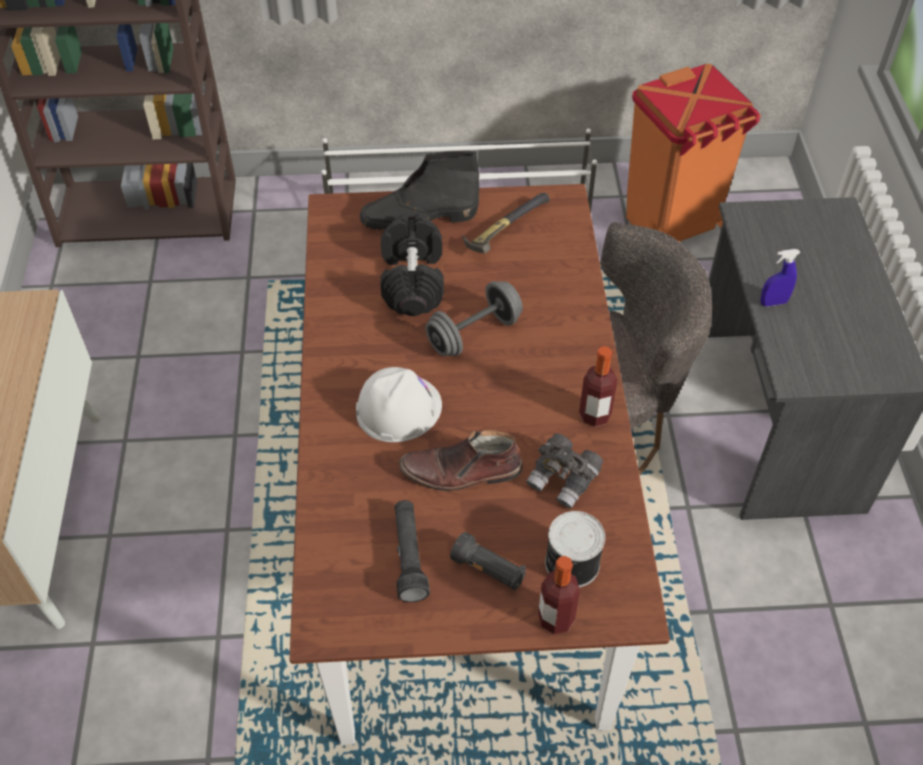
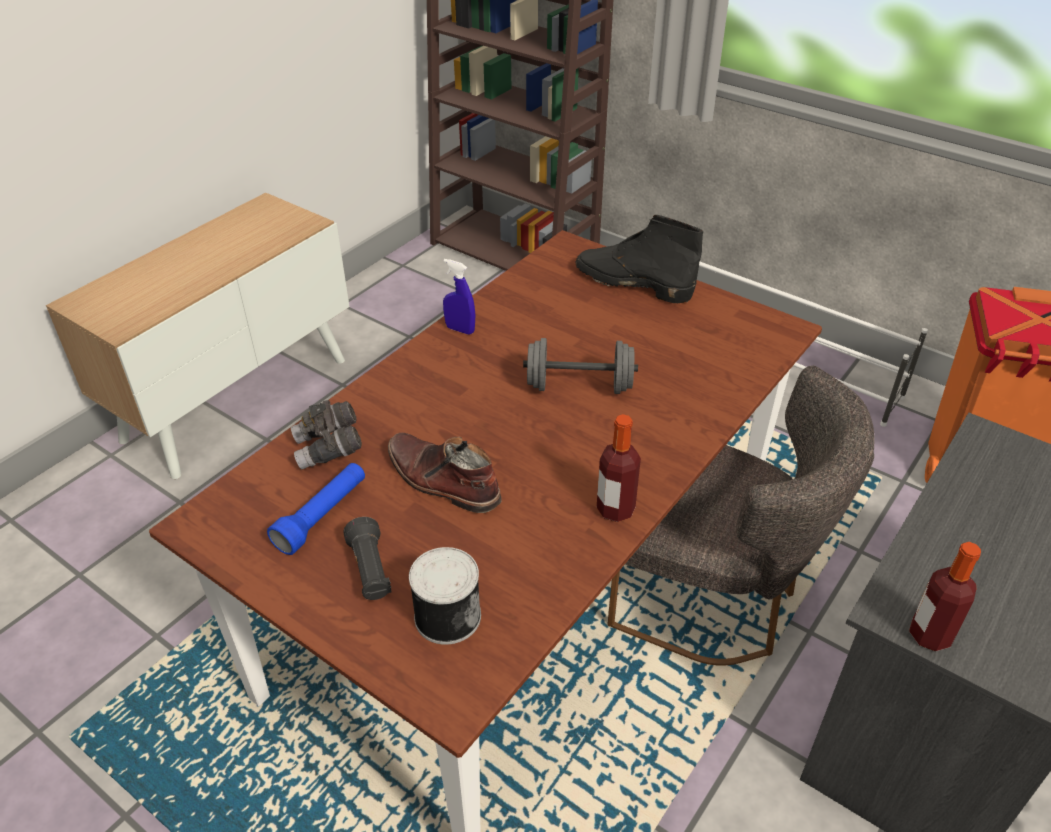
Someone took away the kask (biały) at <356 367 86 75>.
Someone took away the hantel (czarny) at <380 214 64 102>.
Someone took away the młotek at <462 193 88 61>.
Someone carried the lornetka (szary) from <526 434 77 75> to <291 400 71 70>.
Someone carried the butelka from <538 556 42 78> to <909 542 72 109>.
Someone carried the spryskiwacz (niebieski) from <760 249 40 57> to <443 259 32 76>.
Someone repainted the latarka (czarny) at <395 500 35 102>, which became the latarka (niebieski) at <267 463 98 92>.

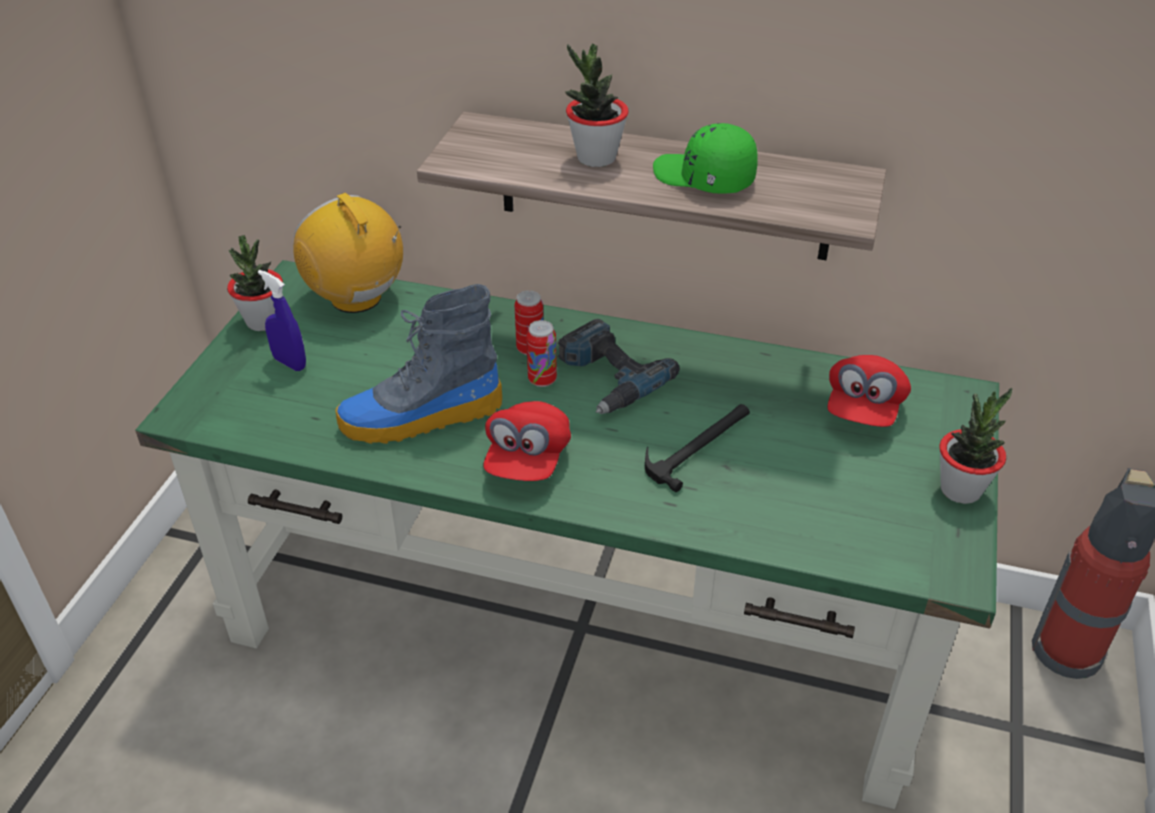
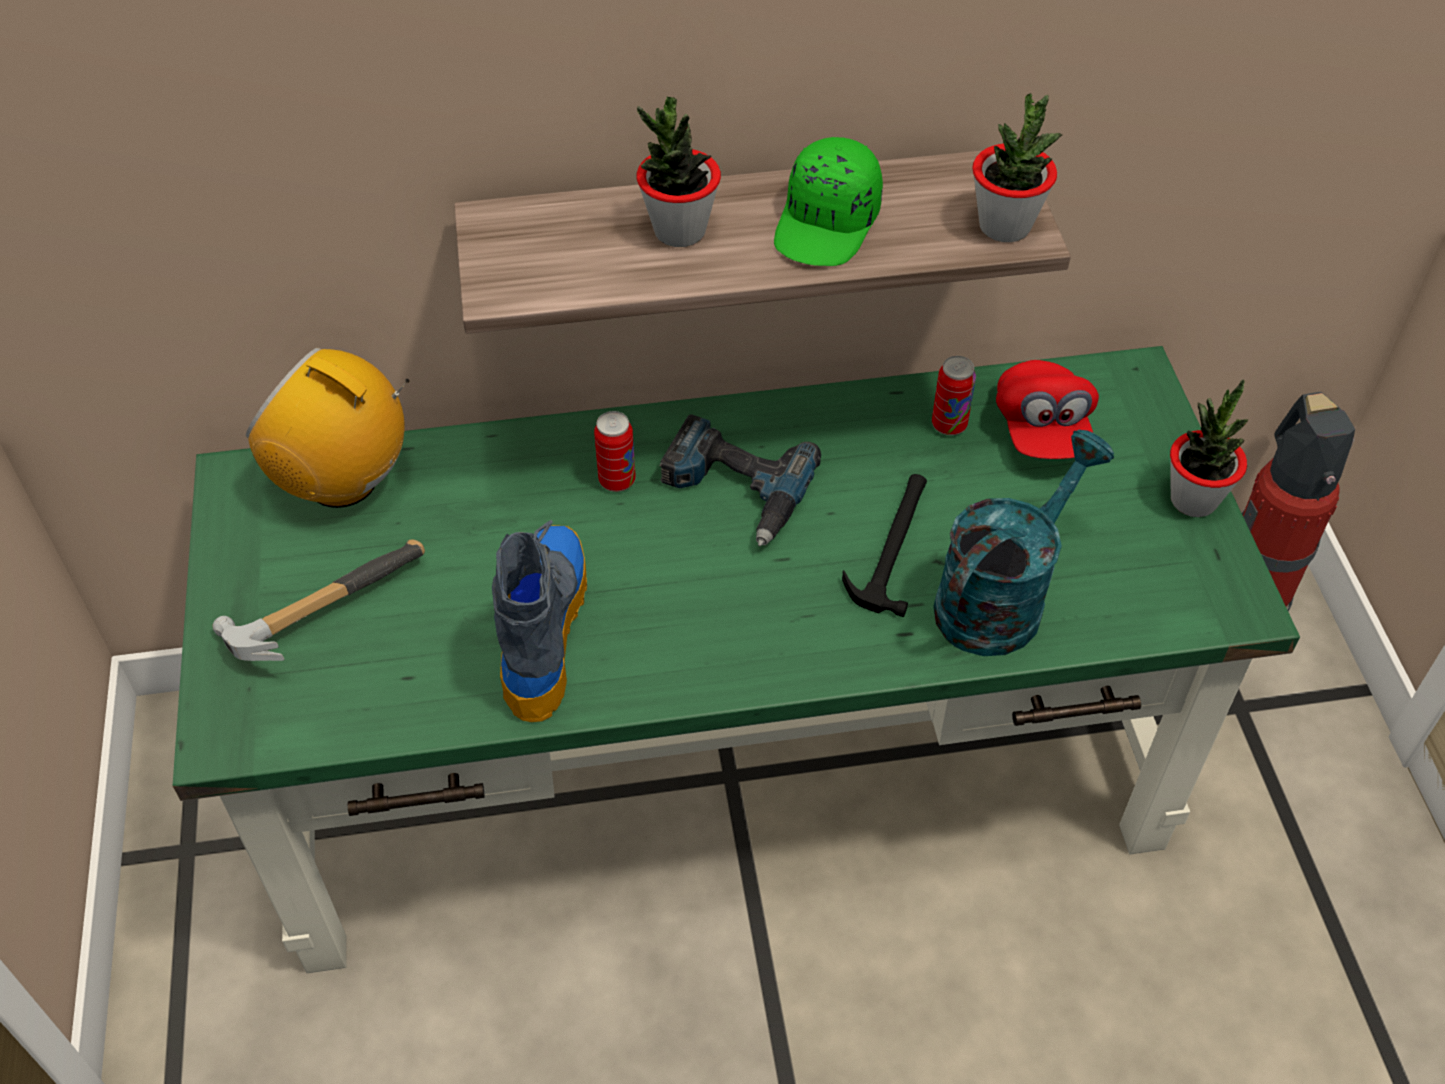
Someone took away the czapka z daszkiem (czerwony) at <483 401 88 80>.
Someone put down the konewka (turkusowy) at <933 430 181 226>.
Someone carried the roślina doniczkowa from <227 235 56 96> to <972 93 91 149>.
Someone carried the puszka from <526 320 31 67> to <932 356 44 79>.
Someone swapped the spryskiwacz (niebieski) at <258 270 48 101> for the młotek at <213 539 212 122>.
Someone rotated the but z cholewką at <335 284 167 160> by 135 degrees clockwise.
Someone rotated the czapka z daszkiem (zielony) at <653 123 105 71> by 75 degrees counterclockwise.

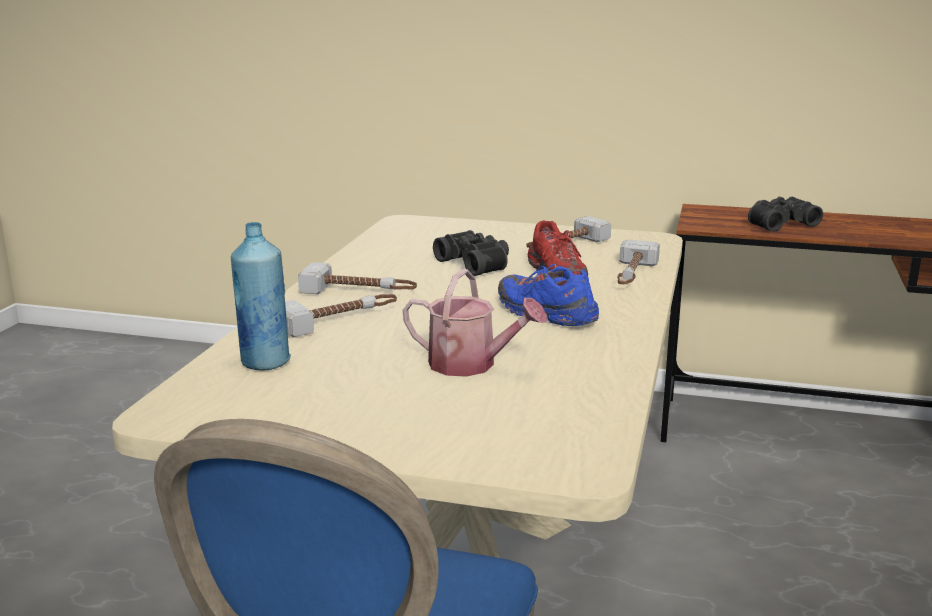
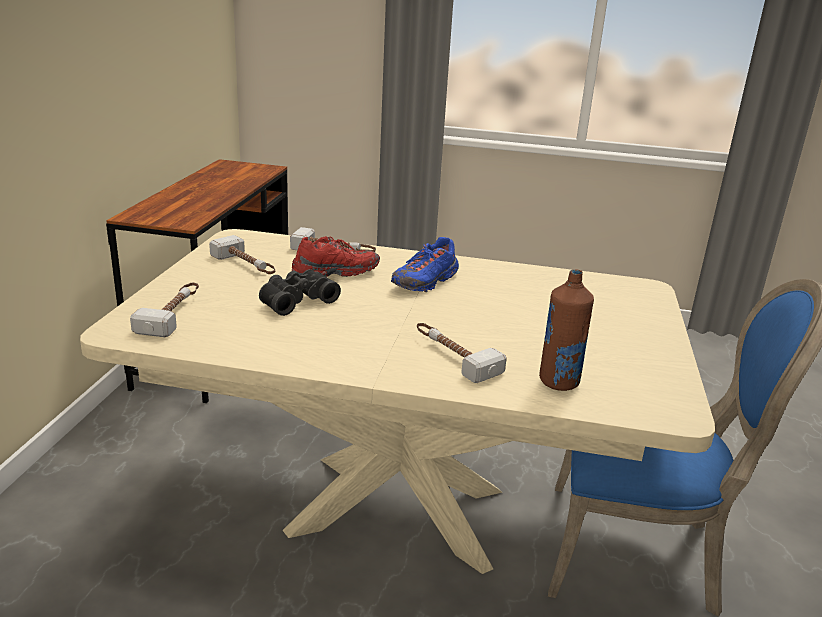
Someone took away the konewka at <403 269 144 108>.
Someone took away the lornetka (czarny) at <748 197 75 35>.
Someone carried the młotek from <298 262 119 32> to <130 282 69 55>.
Someone repainted the butelka (niebieski) at <231 222 60 149>, which became the butelka (brązowy) at <539 269 55 122>.

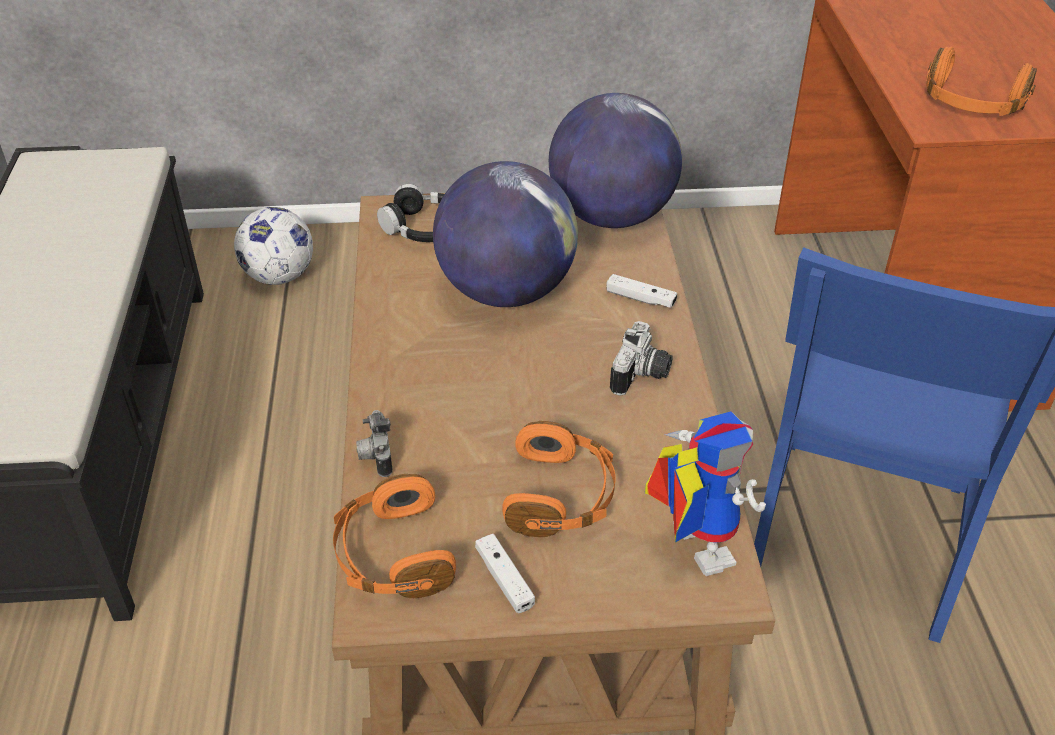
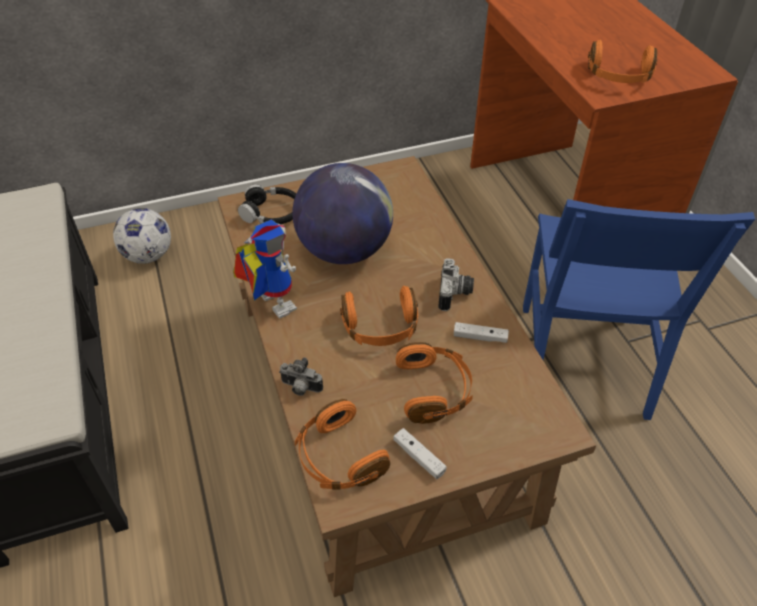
Someone took away the globus at <549 93 133 135>.
Someone put down the słuchawki (pomarańczowy) at <340 286 78 60>.
Someone carried the pad do gier (biały) from <606 274 71 34> to <454 322 55 21>.
Someone carried the robot zabawkowy from <645 411 121 165> to <233 219 64 99>.
Someone rotated the aparat fotograficzny at <356 410 37 67> by 45 degrees counterclockwise.

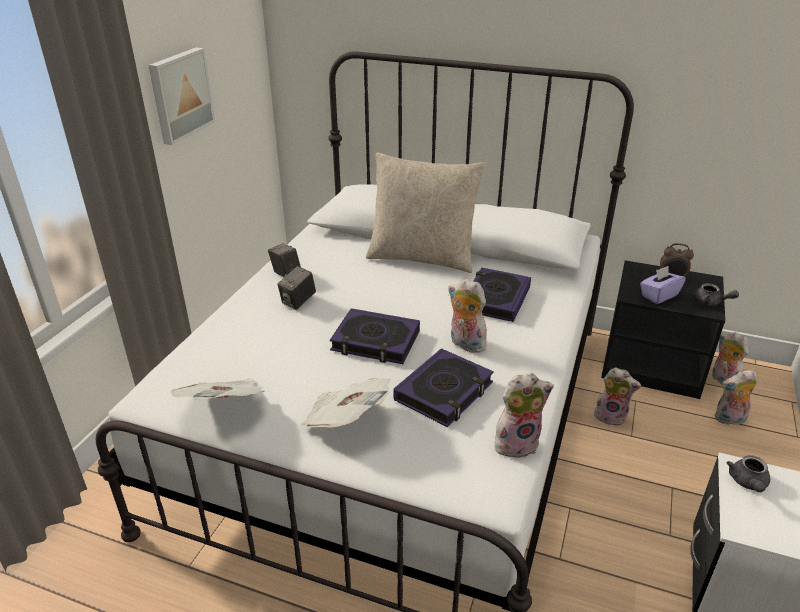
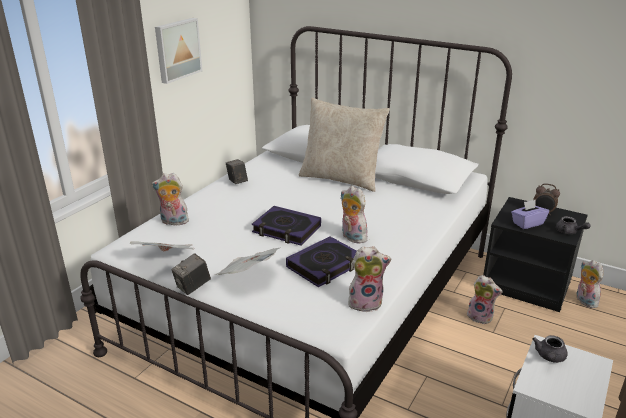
Someone took away the książka at <473 268 58 54>.
Someone carried the aparat fotograficzny from <278 266 38 44> to <171 253 40 42>.
Someone carried the pluszak from <715 370 42 57> to <151 173 38 52>.

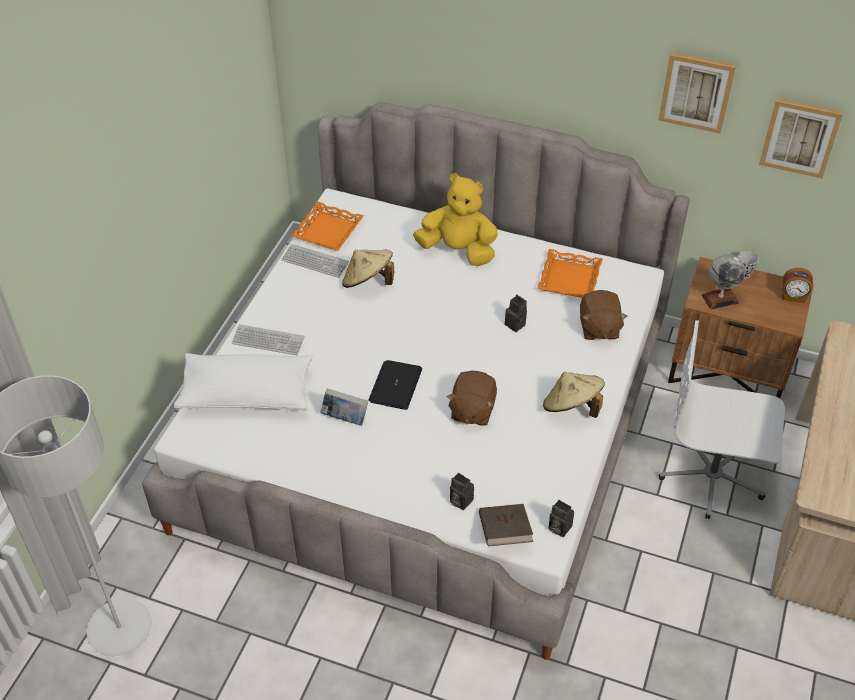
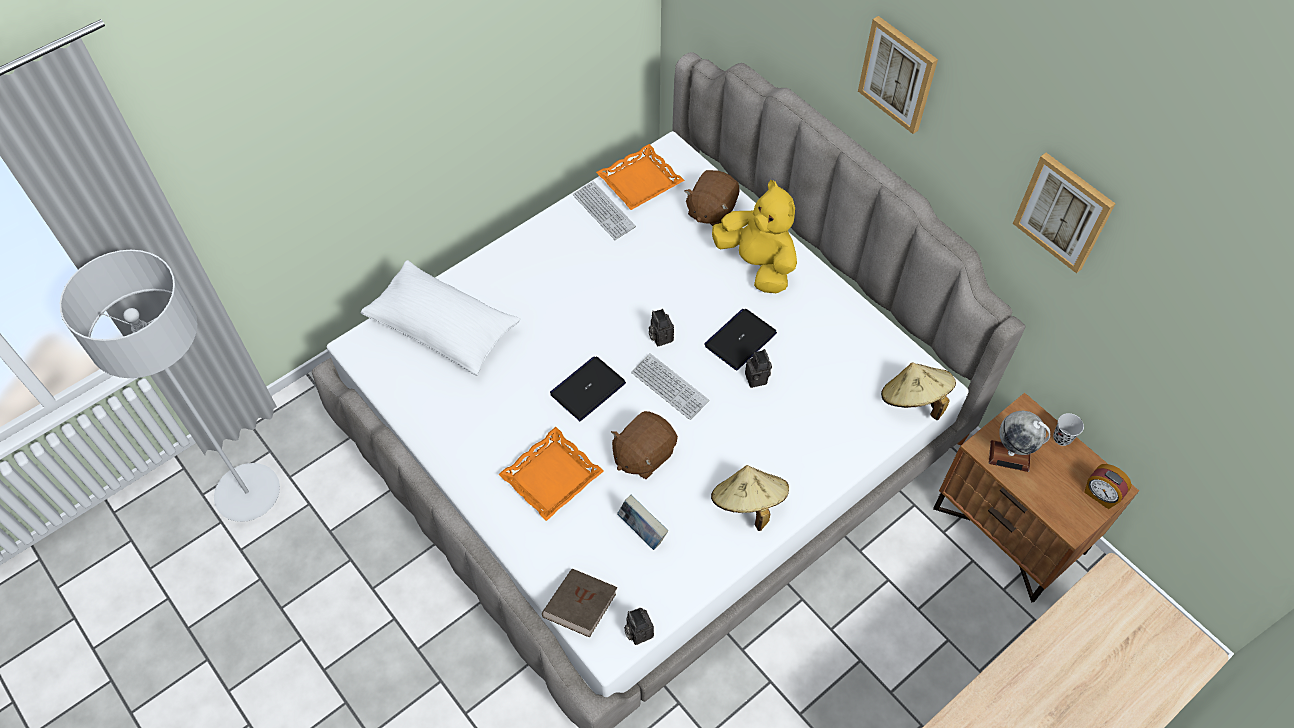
Someone took away the krzesło biurowe (biały) at <659 320 126 199>.
Someone put down the laptop at <704 309 73 62>.
Someone carried the klawiatura from <232 324 72 31> to <631 353 78 67>.
Someone carried the książka from <320 388 48 38> to <617 495 51 55>.
Someone carried the kapelusz (beżowy) from <342 250 52 38> to <881 362 75 58>.
Someone carried the aparat fotograficzny from <450 473 24 37> to <649 309 25 37>.
Someone carried the taca (pomarańczowy) from <537 249 66 49> to <498 427 106 94>.
Someone carried the pluszak (brązowy) from <580 290 48 50> to <685 170 54 56>.
Someone carried the obraz from <759 98 84 80> to <858 16 80 118>.

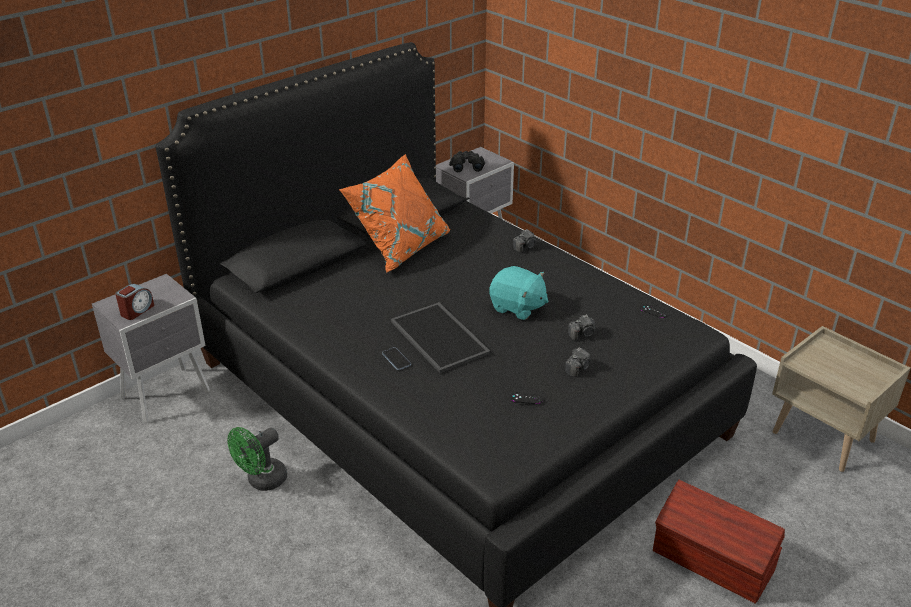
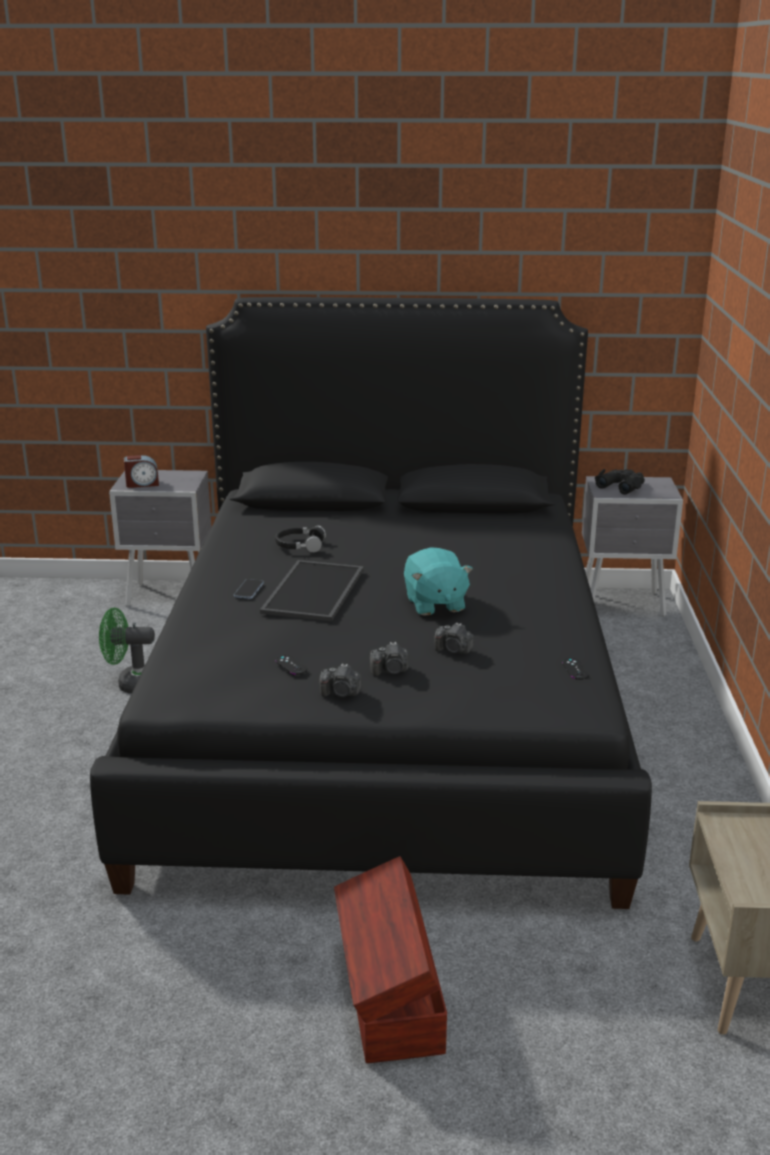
Someone took away the poduszka (pomarańczowy) at <339 154 111 119>.
Someone put down the słuchawki (czarny) at <275 525 51 28>.
Someone carried the aparat fotograficzny from <513 229 23 24> to <319 664 43 33>.

